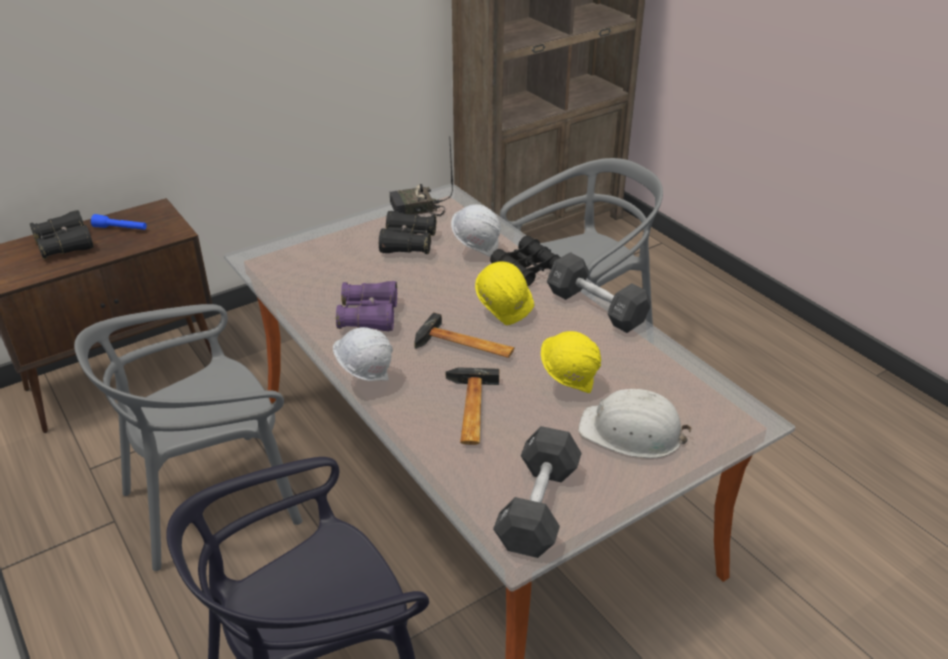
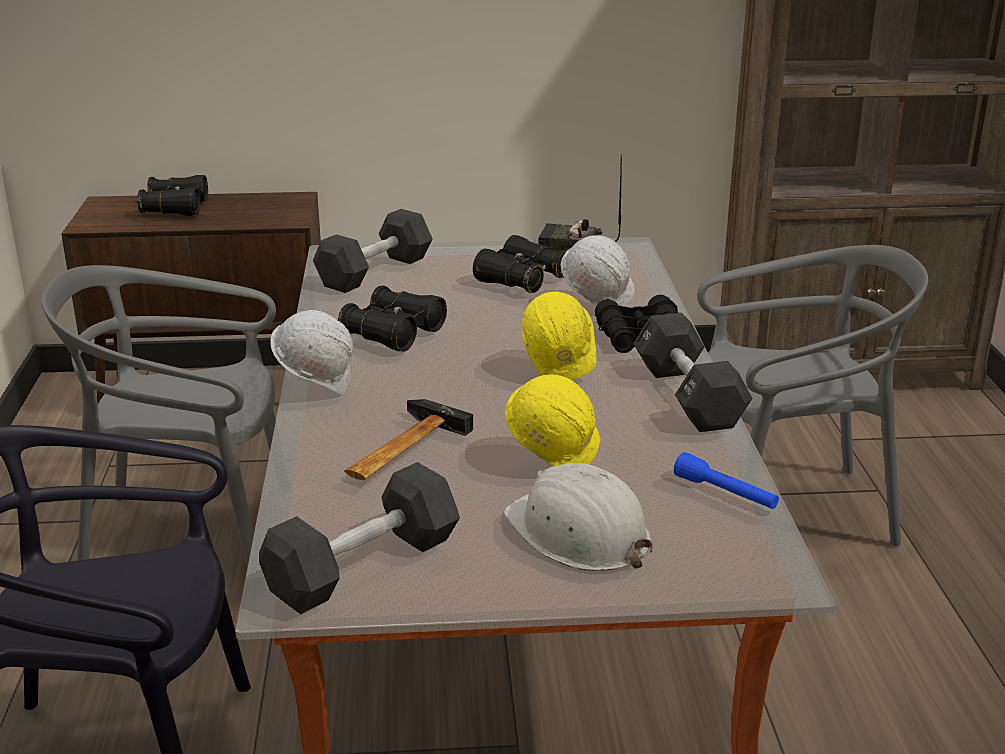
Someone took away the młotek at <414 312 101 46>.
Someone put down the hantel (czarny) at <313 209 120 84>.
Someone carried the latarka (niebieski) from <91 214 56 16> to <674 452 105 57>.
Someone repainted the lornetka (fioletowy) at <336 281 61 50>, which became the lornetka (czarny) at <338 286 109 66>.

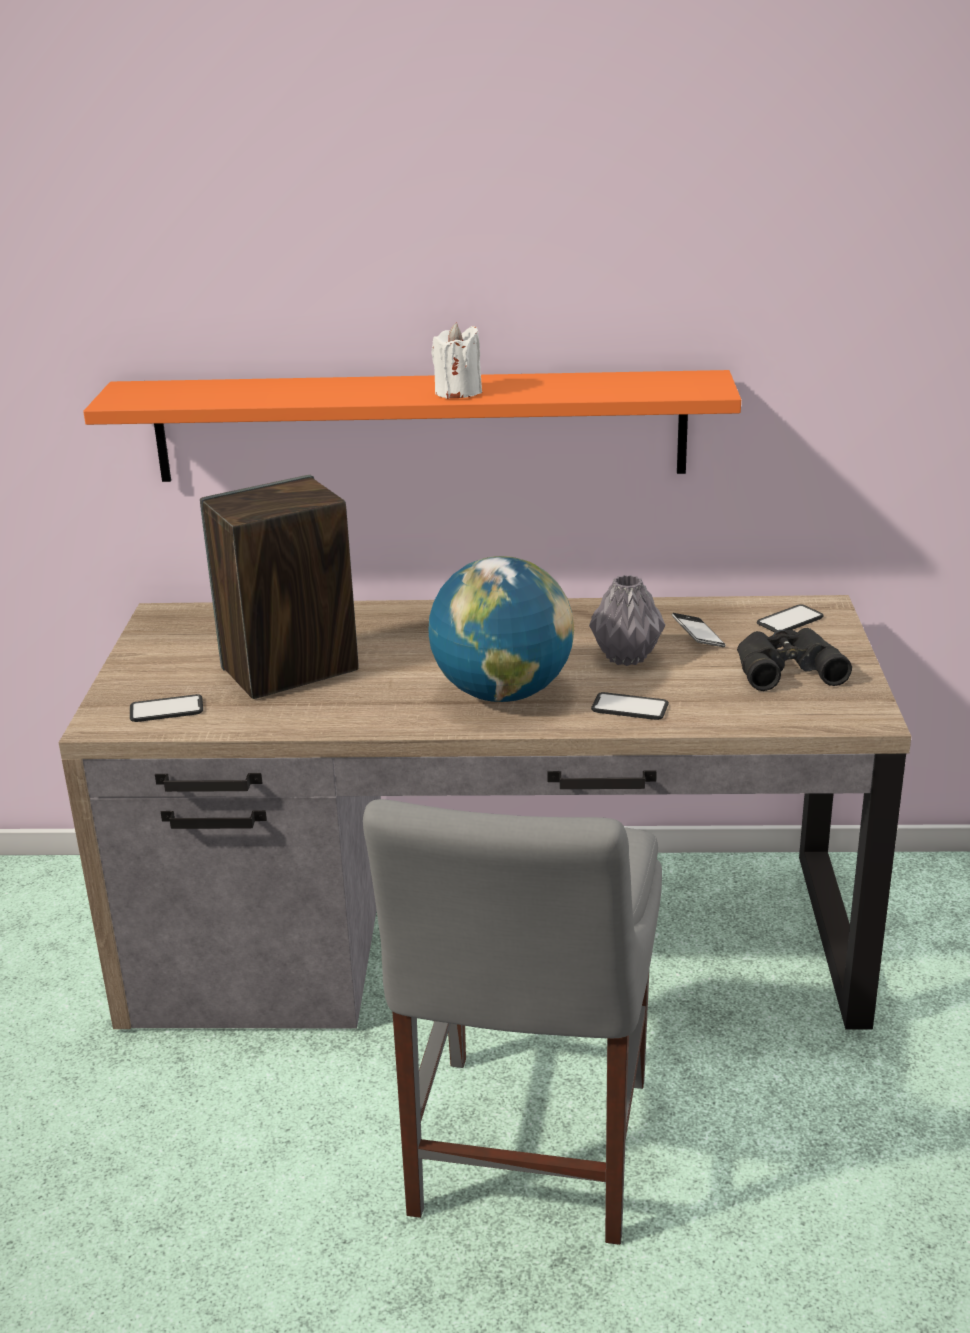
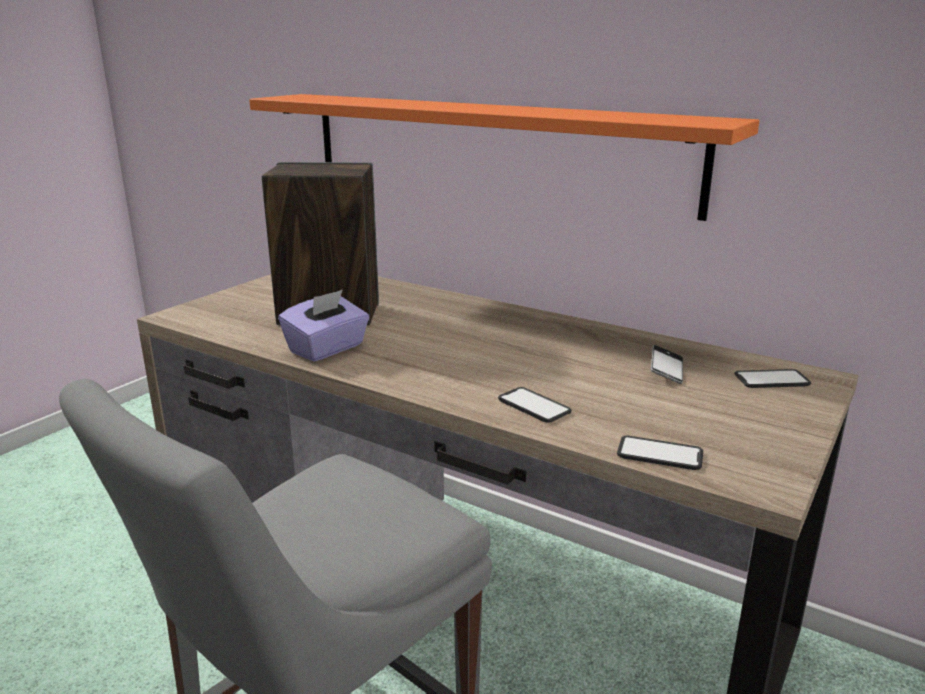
Someone took away the globus at <429 556 145 146>.
Someone took away the świeca (biały) at <431 323 51 76>.
Someone took away the wazon (szary) at <589 575 76 91>.
Someone took away the lornetka (czarny) at <737 628 115 63>.
Someone put down the pudełko chusteczek (fioletowy) at <278 290 91 72>.
Someone carried the telefon from <130 694 73 28> to <617 435 86 35>.

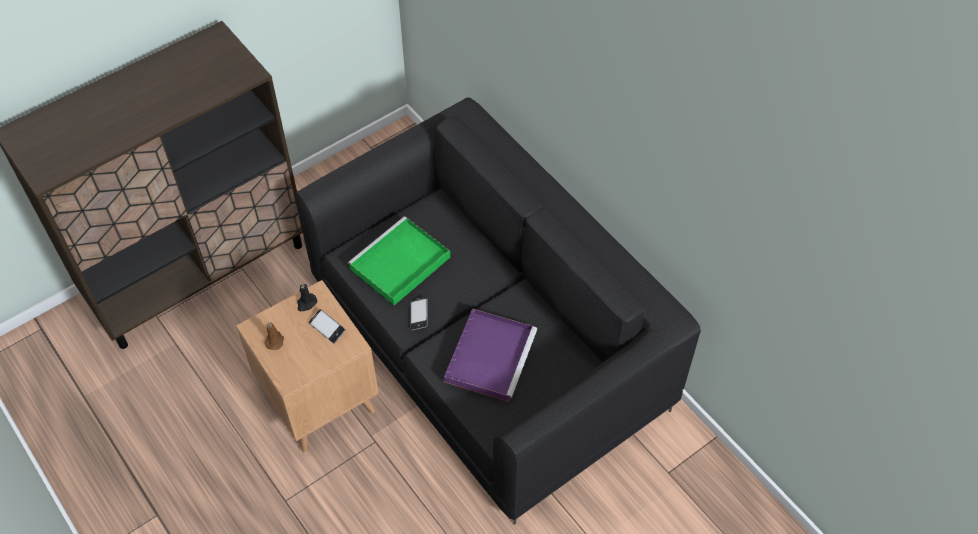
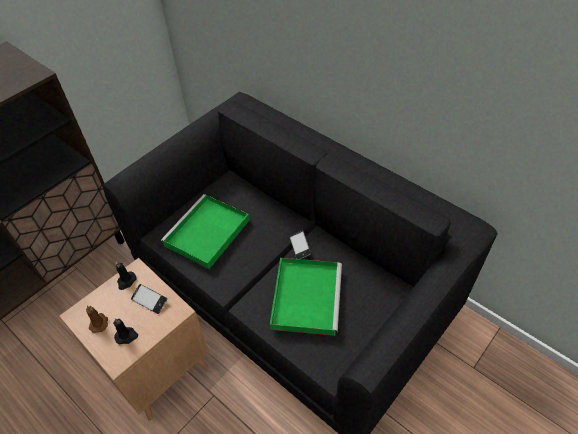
Someone put down the świeca (czarny) at <113 318 25 26>.
Someone carried the telefon from <411 297 17 33> to <290 230 21 29>.
Someone repainted the taca (fioletowy) at <444 309 93 93>, which became the taca (zielony) at <270 258 72 78>.

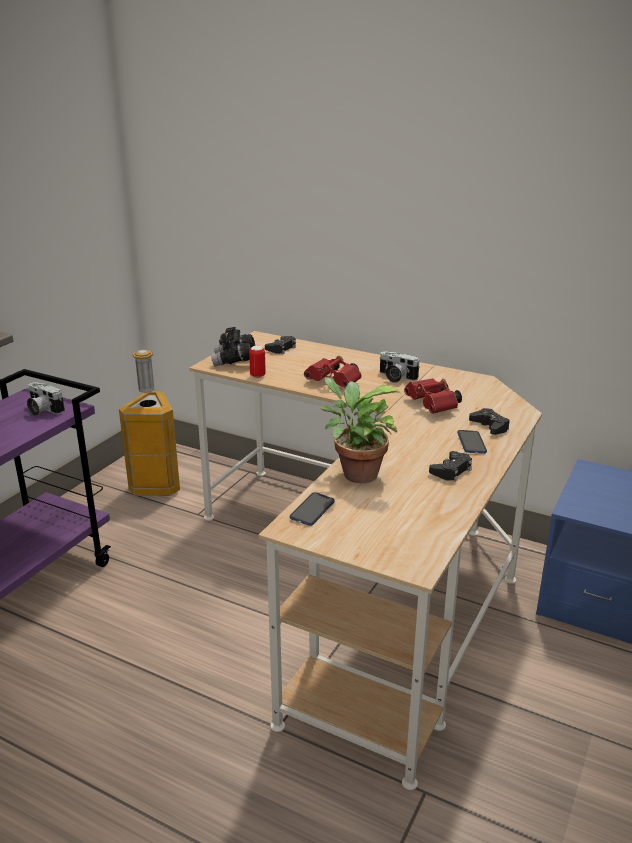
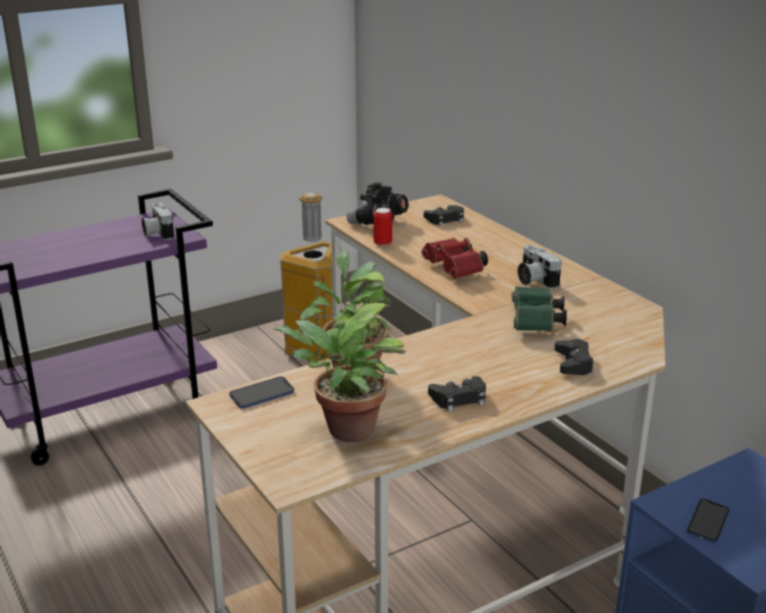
Someone put down the roślina doniczkowa at <273 303 133 139>.
Someone carried the telefon from <457 430 30 24> to <687 499 42 44>.
Someone repainted the lornetka (czerwony) at <404 378 58 36>, which became the lornetka (zielony) at <511 286 56 45>.

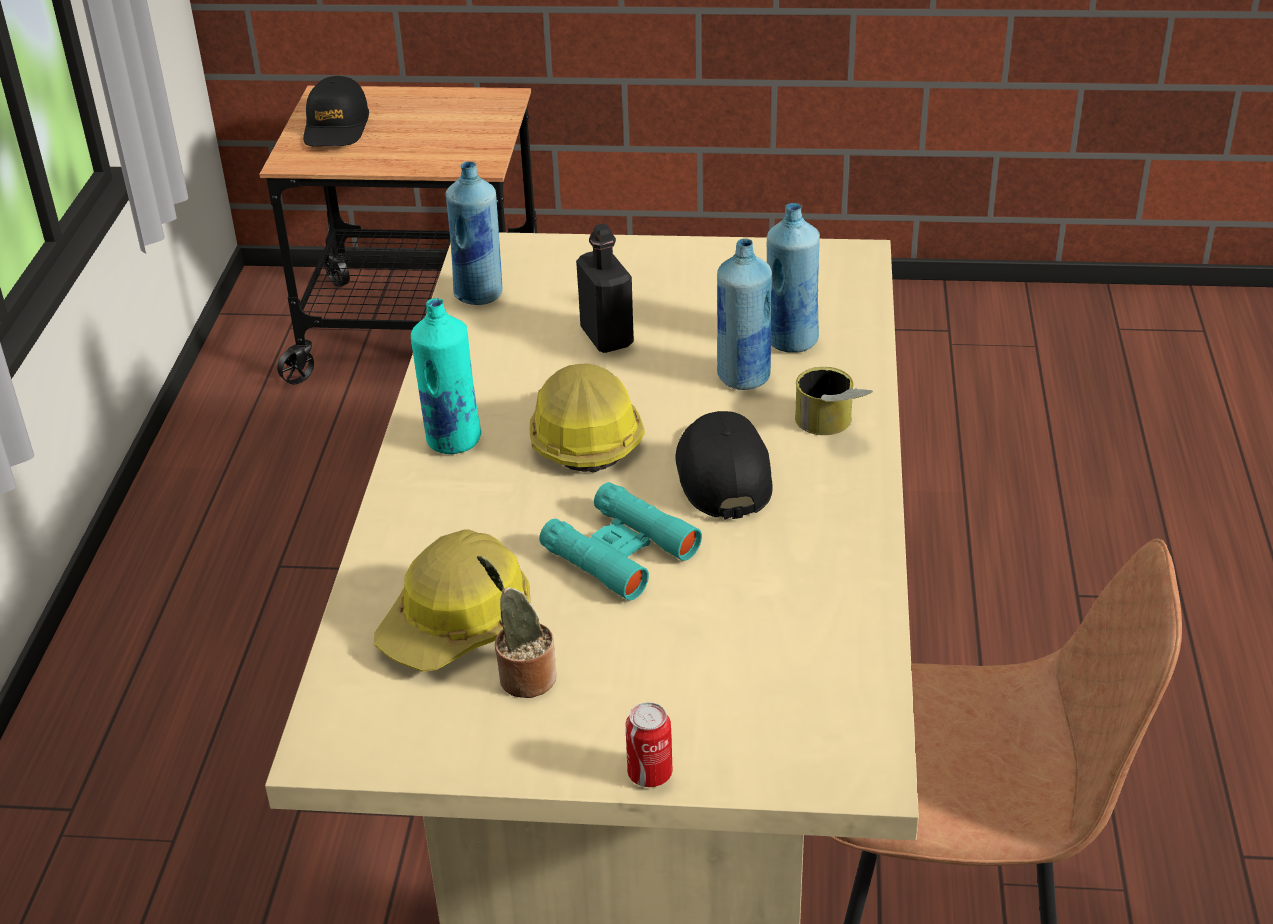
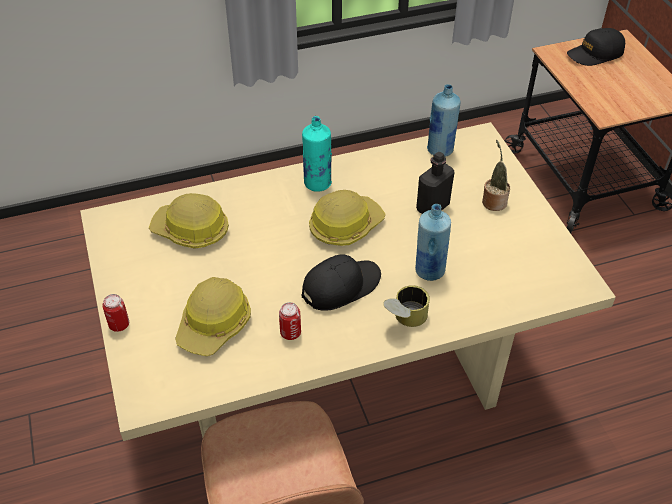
Someone took away the lornetka (turkusowy) at <539 482 163 118>.
Someone took away the butelka (niebieski) at <767 203 53 150>.
Someone put down the kask at <175 277 76 79>.
Someone put down the puszka at <279 302 22 38>.
Someone carried the roślina doniczkowa from <477 556 80 142> to <482 140 28 71>.

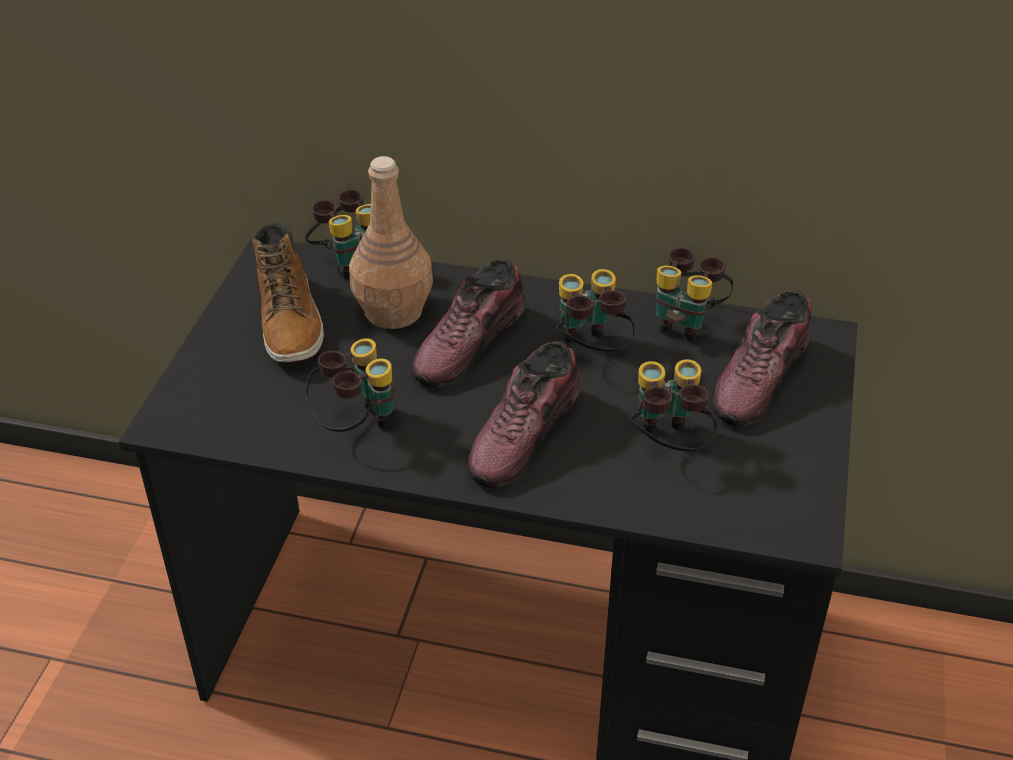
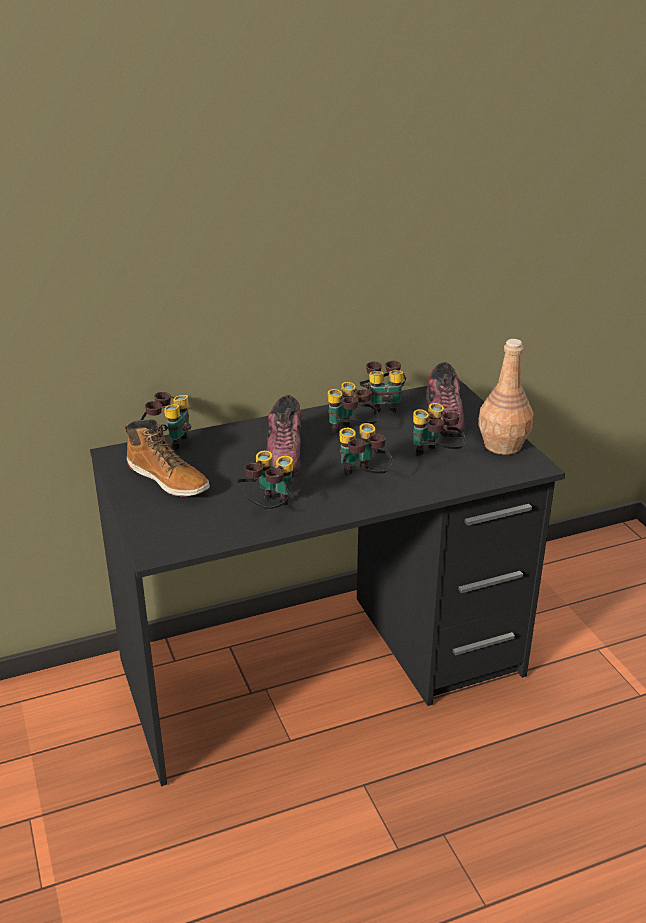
Someone carried the butelka (brązowy) from <349 156 84 173> to <478 339 55 116>.
Someone swapped the but at <467 341 113 147> for the lornetka at <340 423 53 53>.

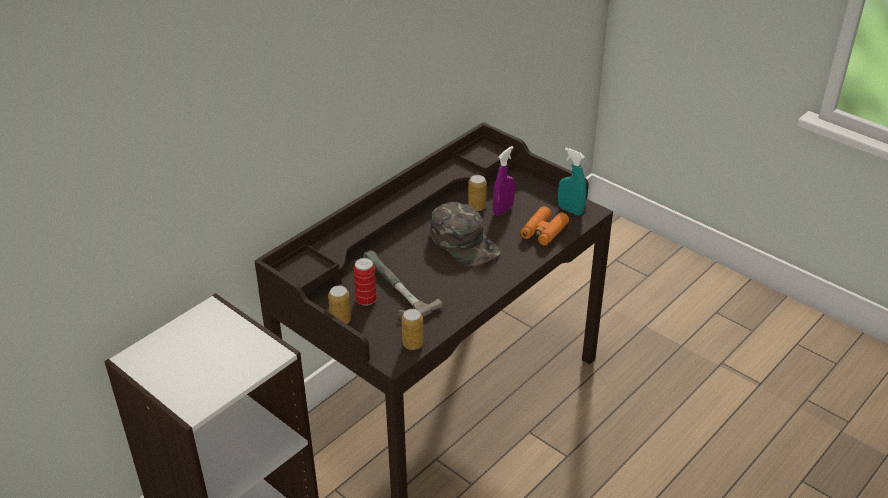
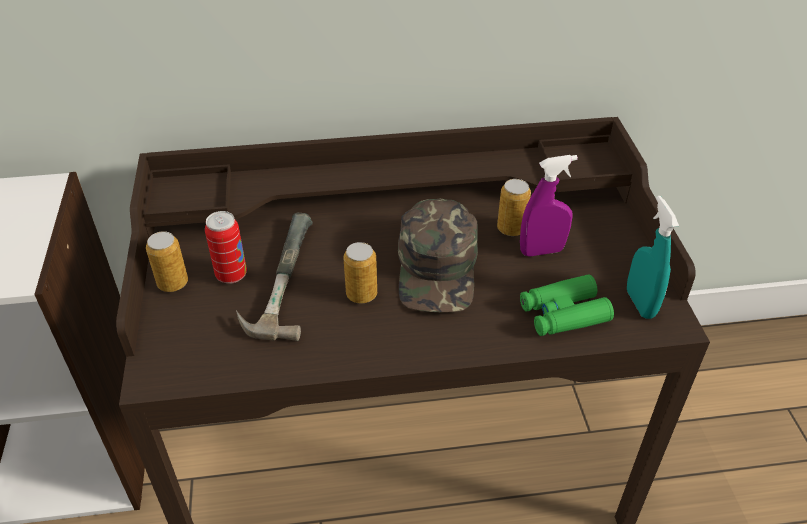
Someone carried the puszka from <401 309 23 41> to <343 242 34 61>.
Someone repainted the lornetka (pomarańczowy) at <520 206 49 40>, which became the lornetka (zielony) at <520 274 94 62>.

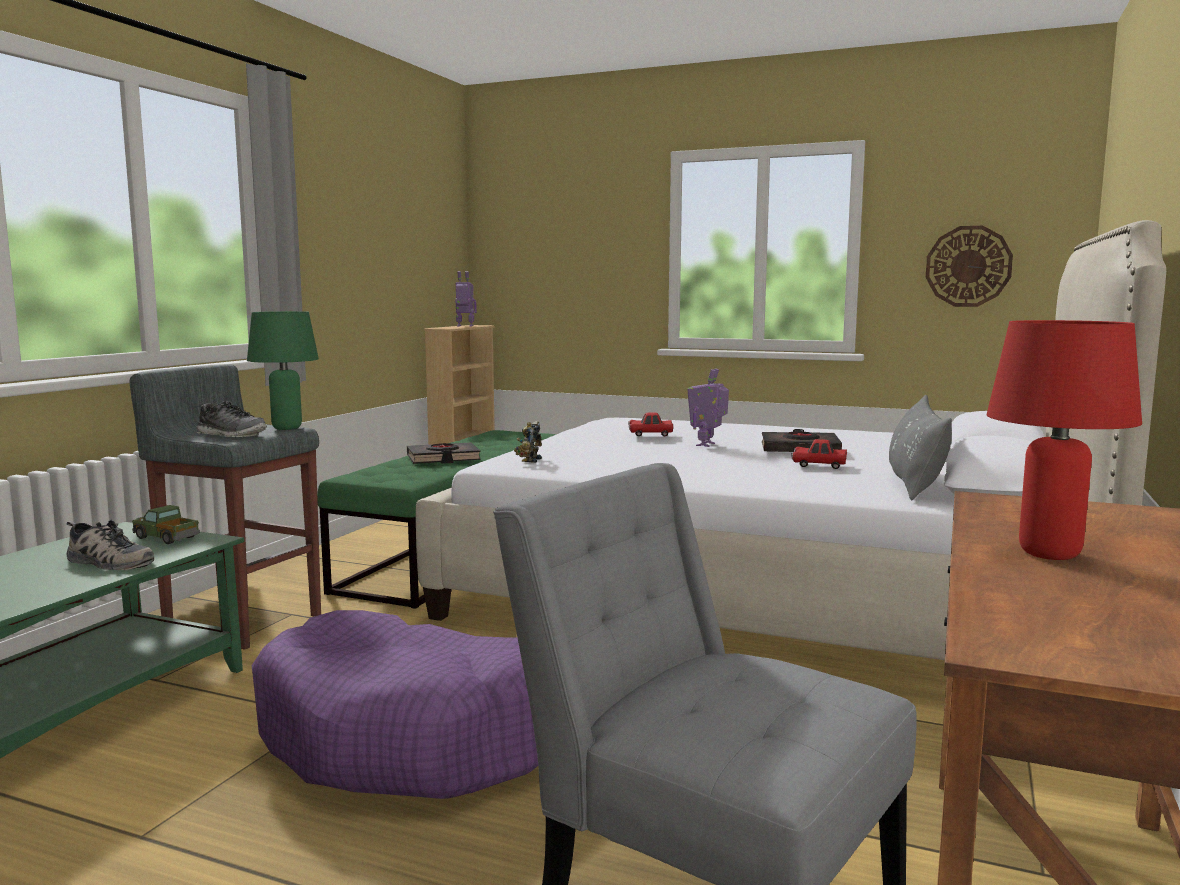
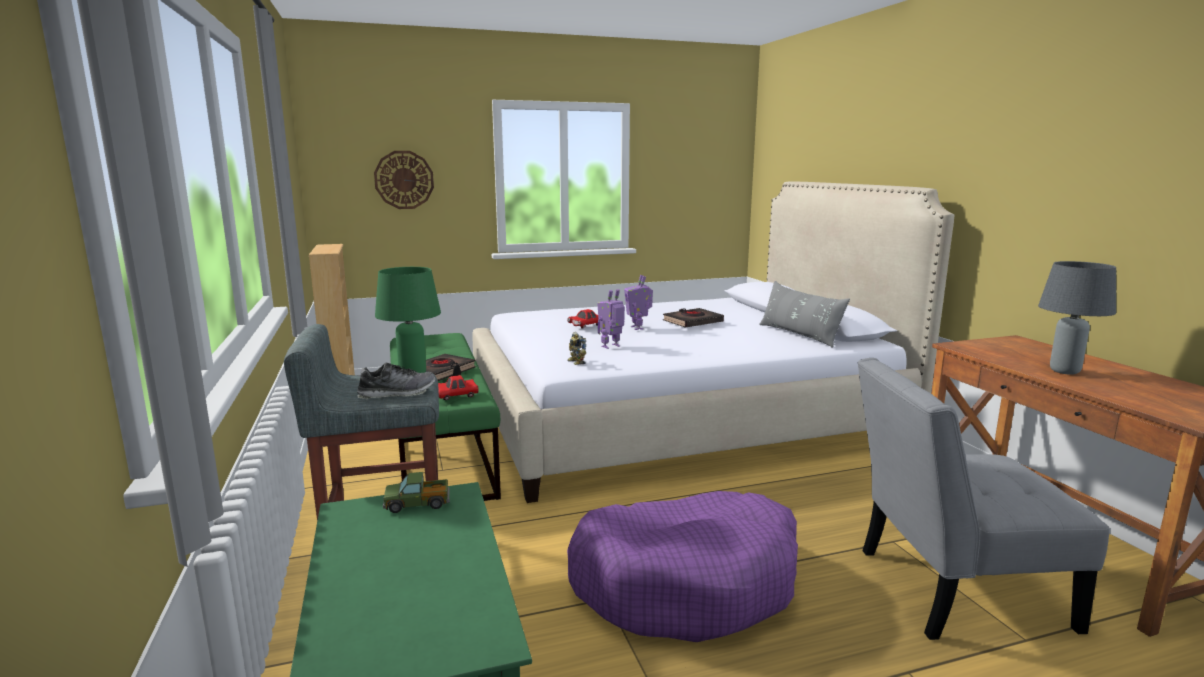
Someone took away the but at <66 520 88 50>.
Someone carried the robot zabawkowy from <455 271 22 55> to <597 289 28 60>.
Someone carried the samochodzik (czerwony) from <791 439 56 30> to <438 375 41 25>.
Someone carried the zegar ścienny from <926 226 87 81> to <374 151 60 58>.
Someone repainted the lampa stołowa (czerwony) at <987 320 155 240>, which became the lampa stołowa (szary) at <1038 261 78 114>.

